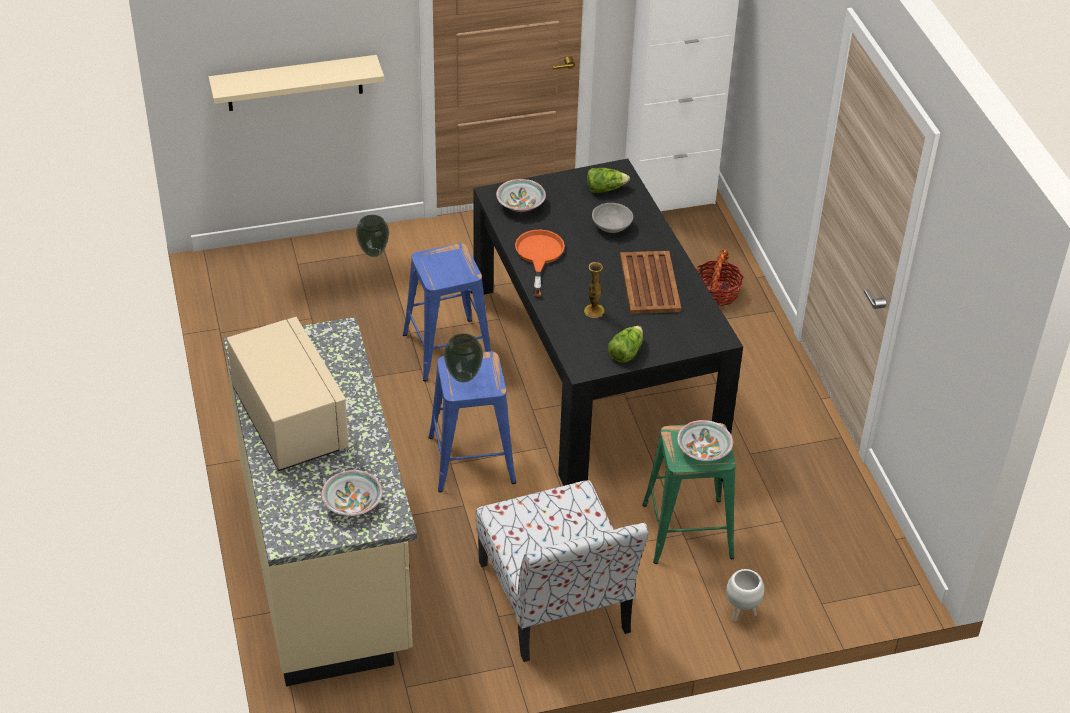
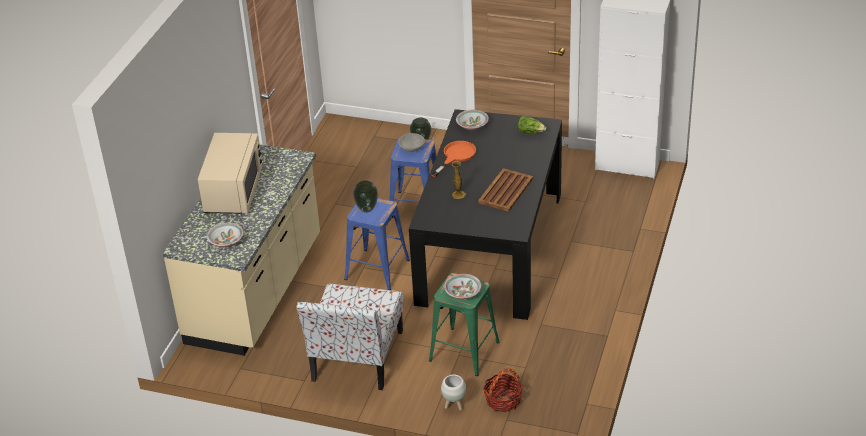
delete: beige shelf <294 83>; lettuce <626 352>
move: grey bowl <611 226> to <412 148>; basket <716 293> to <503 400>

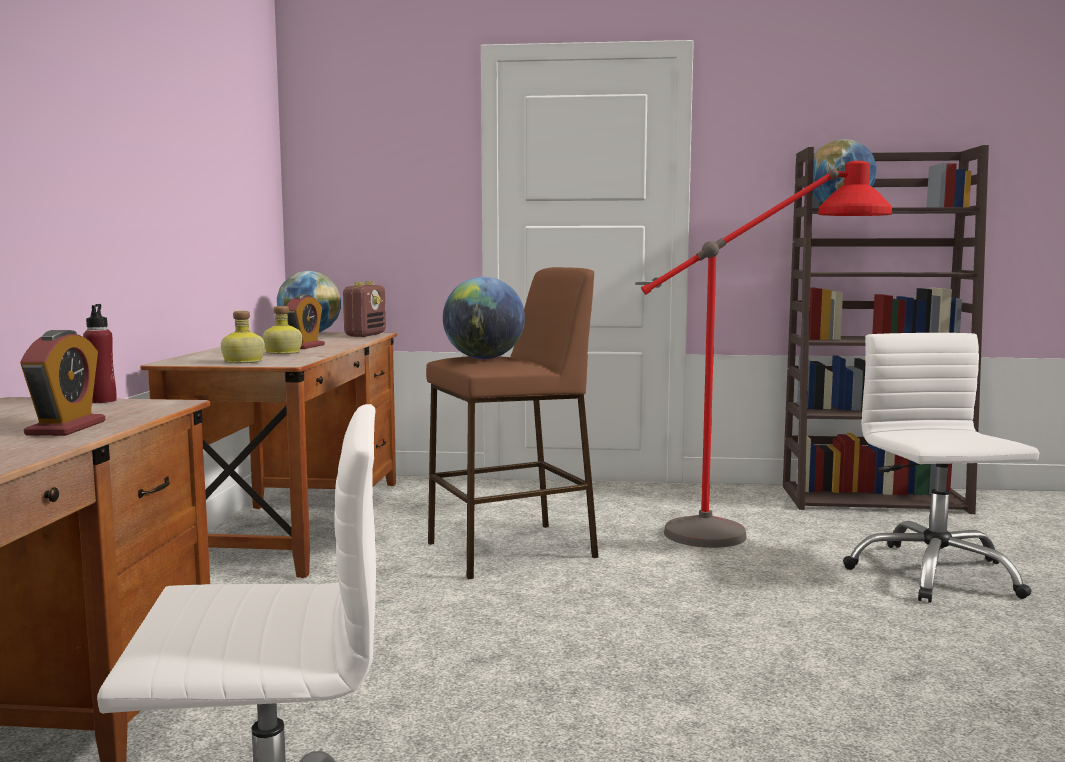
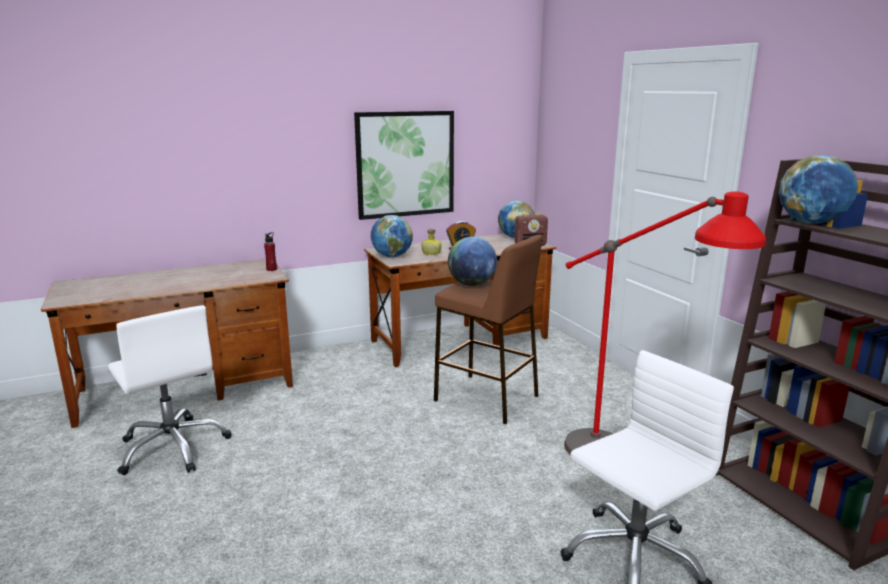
delete: alarm clock <66 428>
insert: picture <405 164>
replace: bottle <243 362> to globe <392 256>

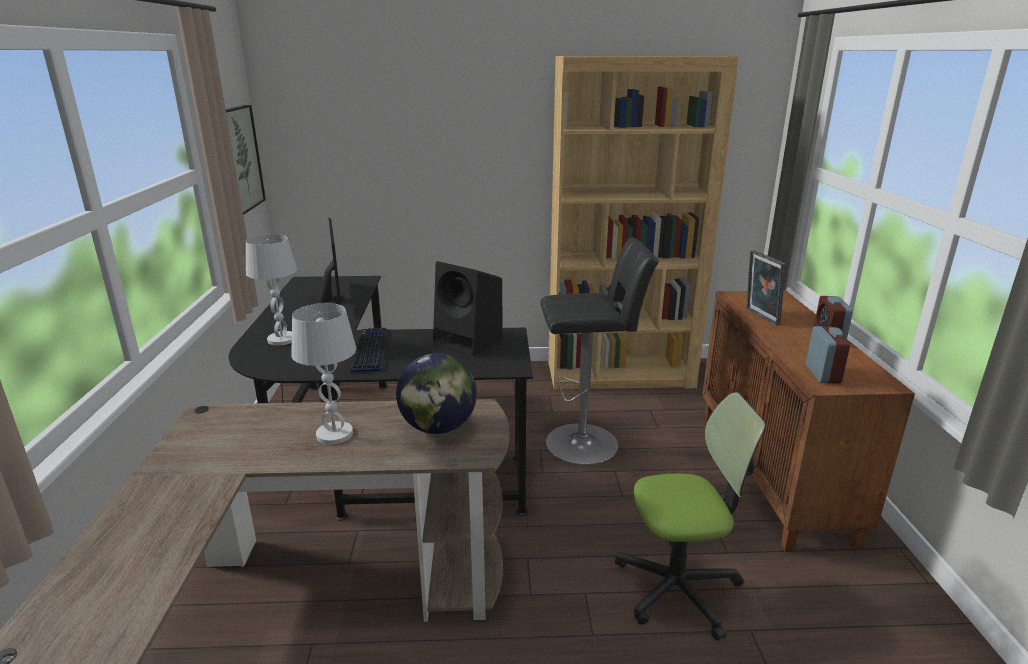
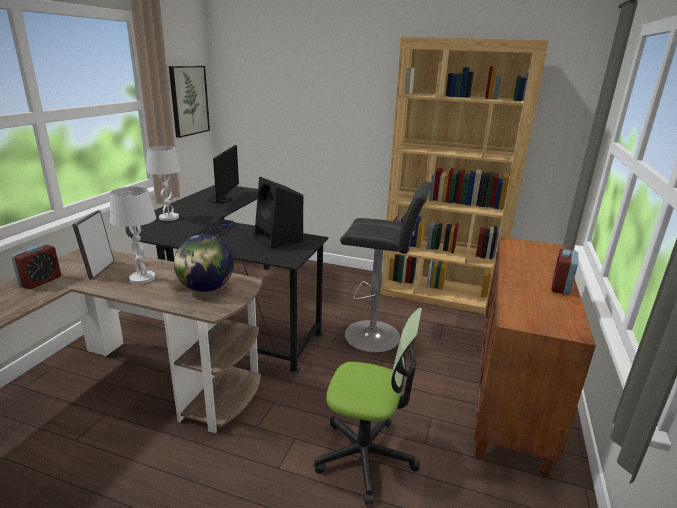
move: picture frame <760 317> to <99 270>; alarm clock <822 374> to <40 281>

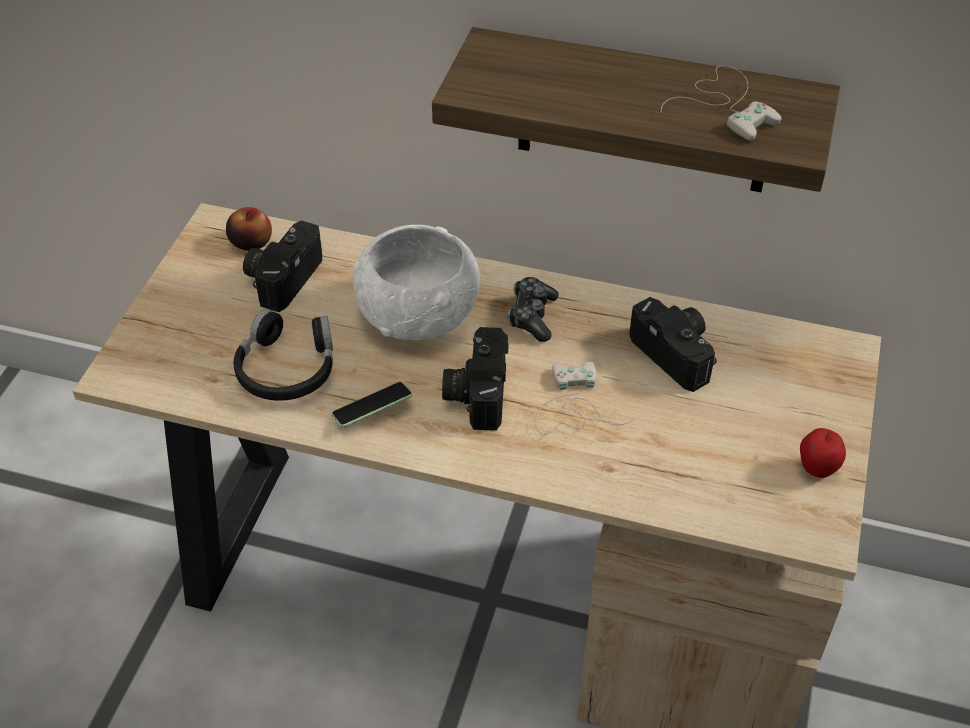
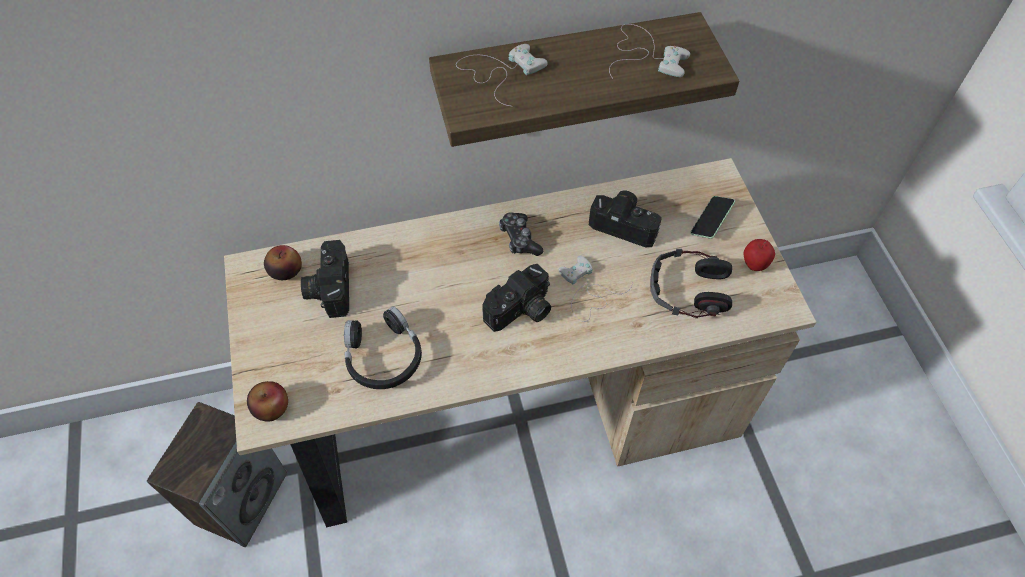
delete: white bowl <418 313>
insert: white game controller <499 72>; headphones <688 290>; apple <271 407>; speaker <241 498>
move: phone <372 412> to <711 221>
rotate: photo camera <475 391> = <521 311> 105 degrees counterclockwise

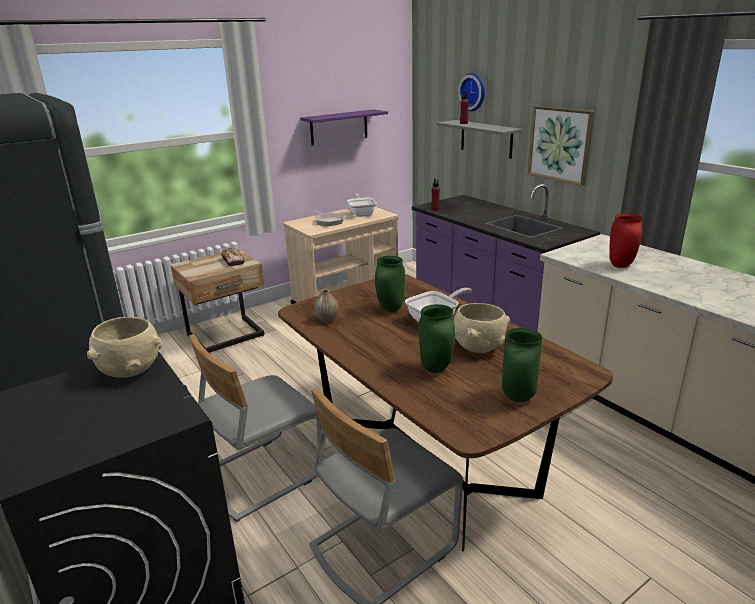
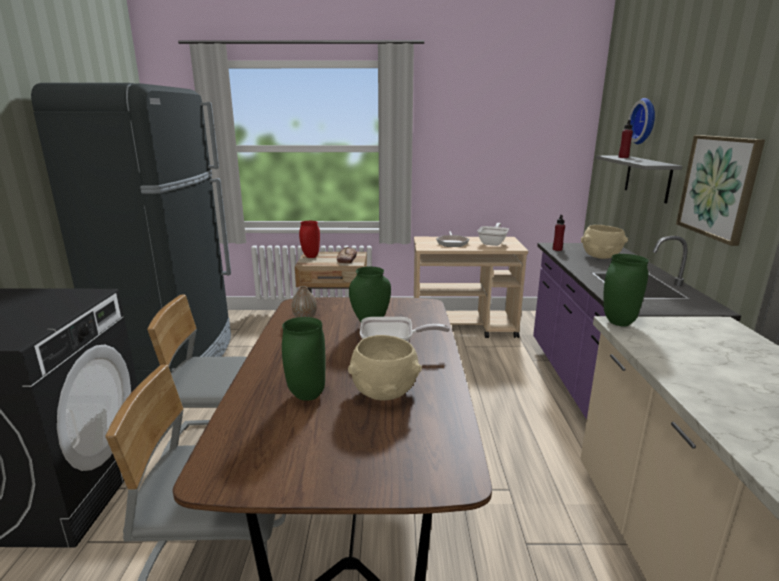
delete: purple shelf <339 127>
move: red vase <621 265> to <311 257>; beige bowl <130 371> to <600 257>; green vase <519 398> to <619 323>

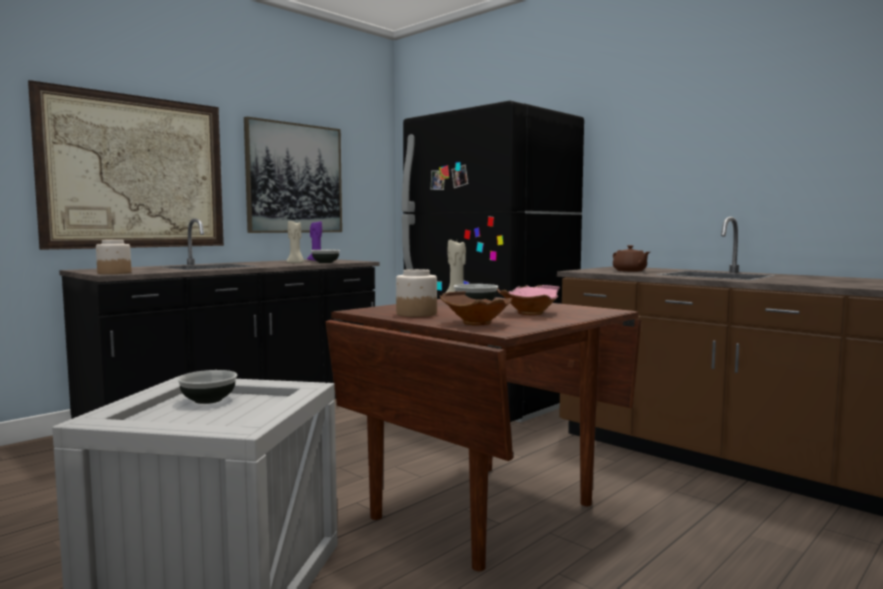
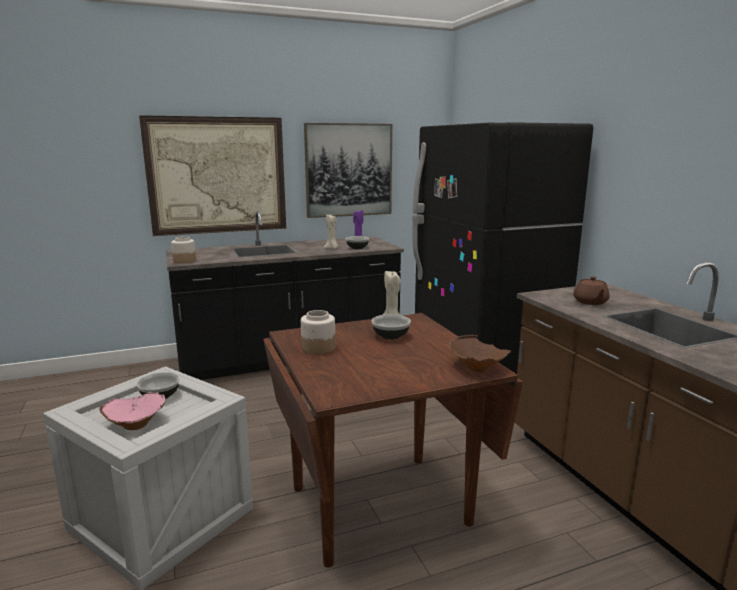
move: pink bowl <528 313> to <136 424>; brown bowl <475 324> to <476 368>

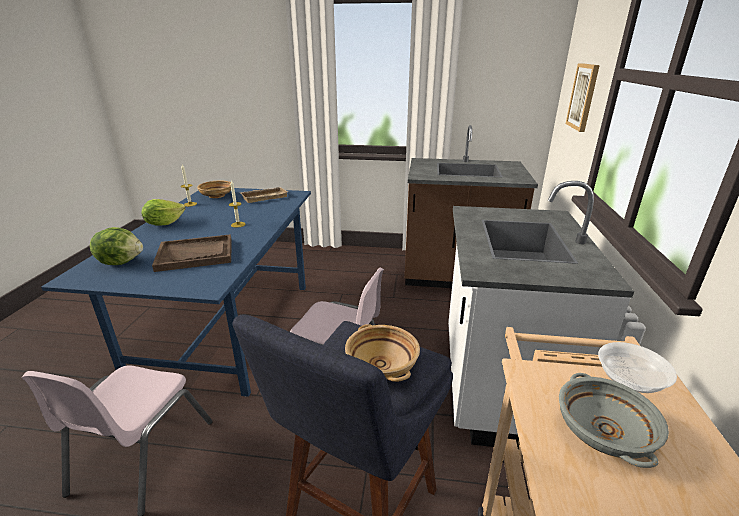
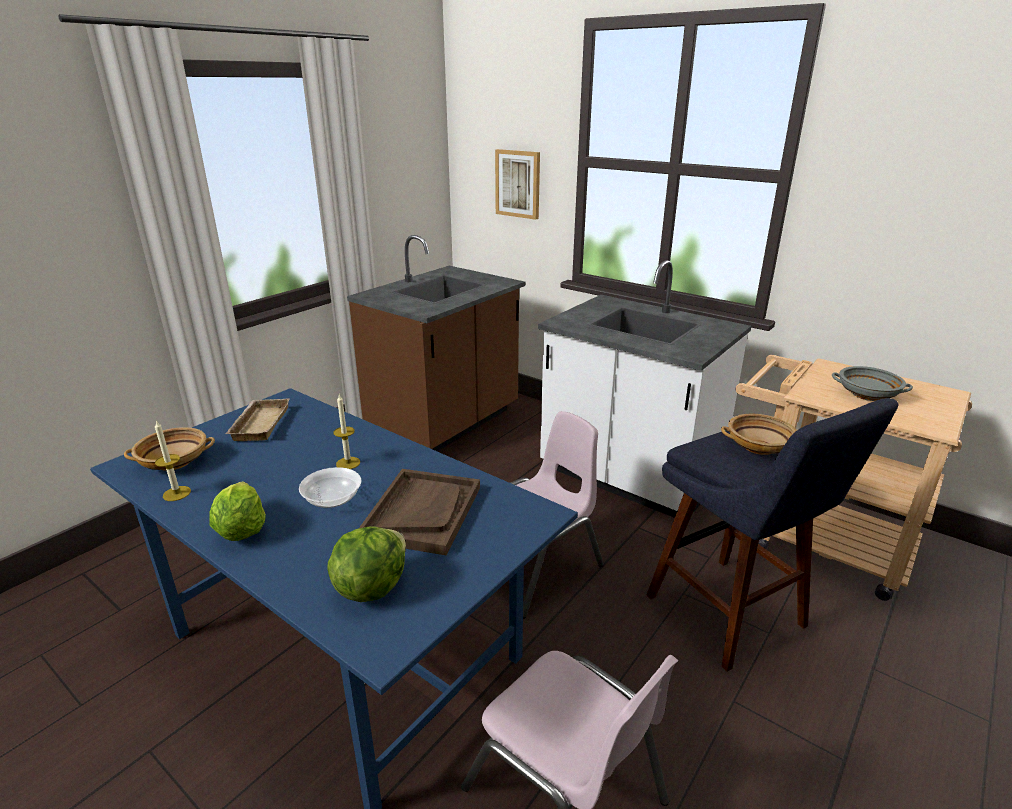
move: bowl <630 379> to <332 499>

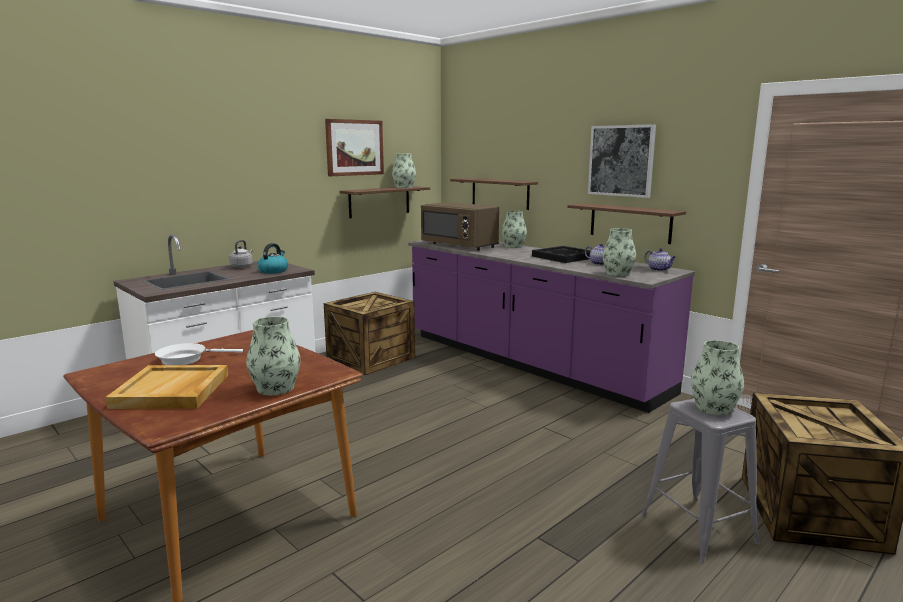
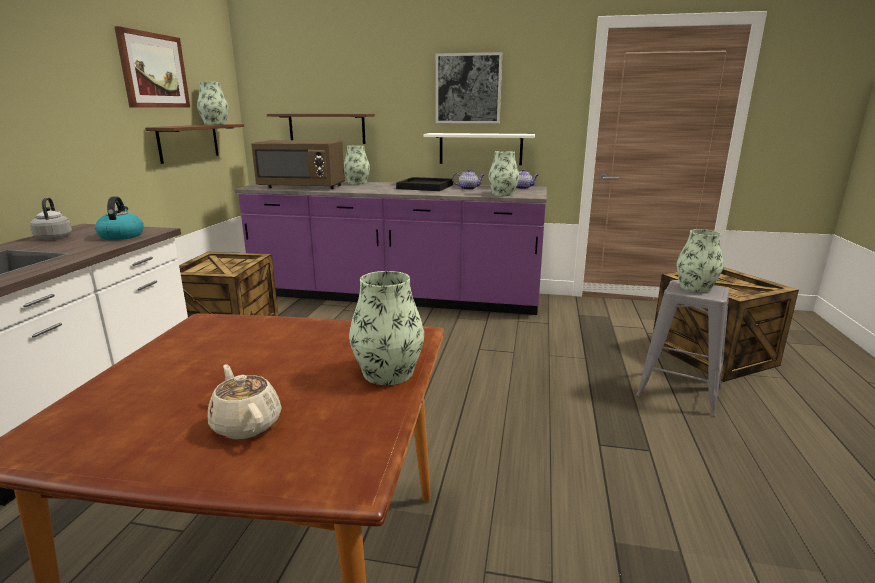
delete: white frying pan <186 359>
replace: beige tray <172 391> to beige teapot <246 424>
recolor: brown shelf <630 223> to white shelf <480 149>

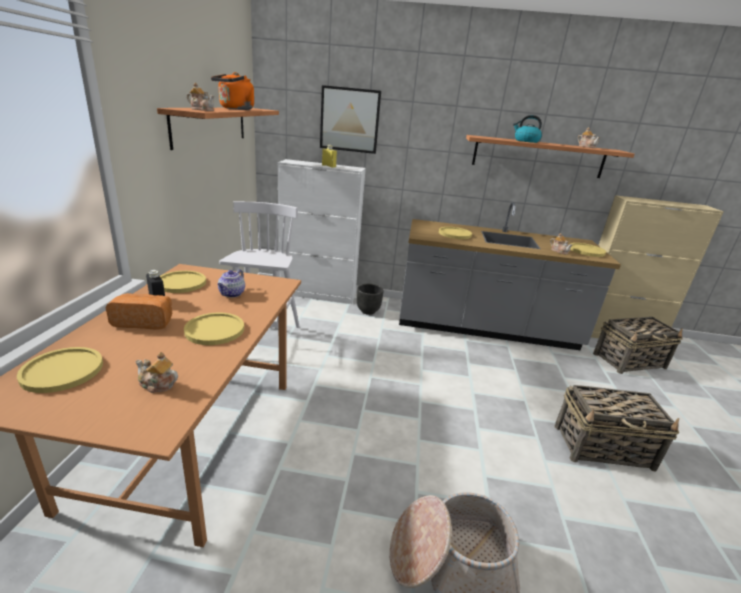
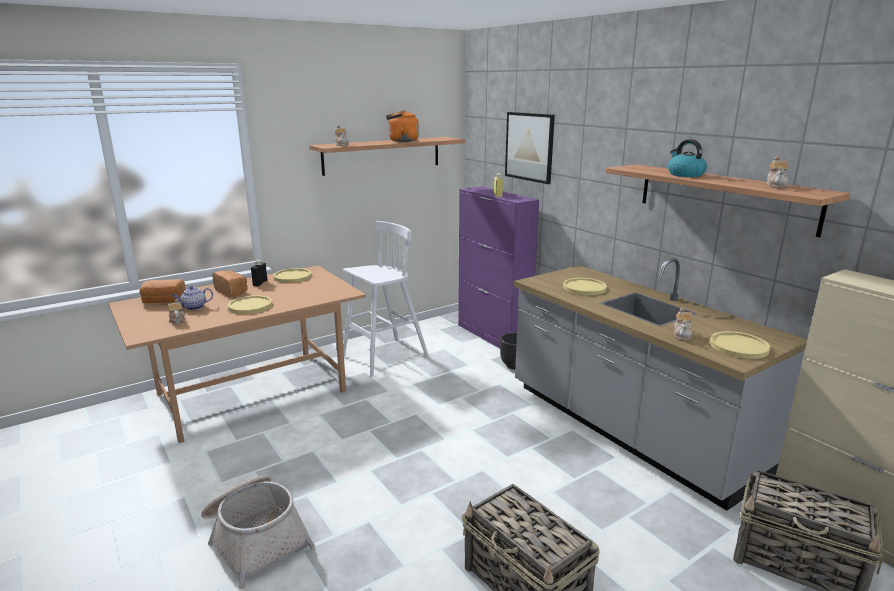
move: teapot <232 294> to <194 307>
replace: yellow plate <62 370> to bread <163 301>
recolor: white cabinet <318 294> to purple cabinet <493 336>

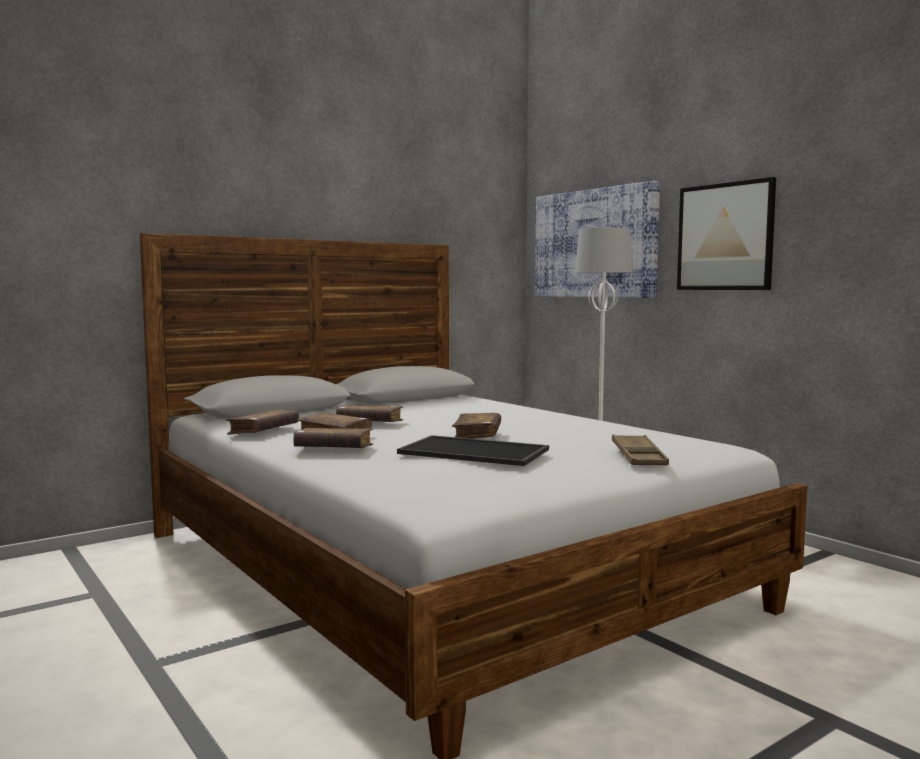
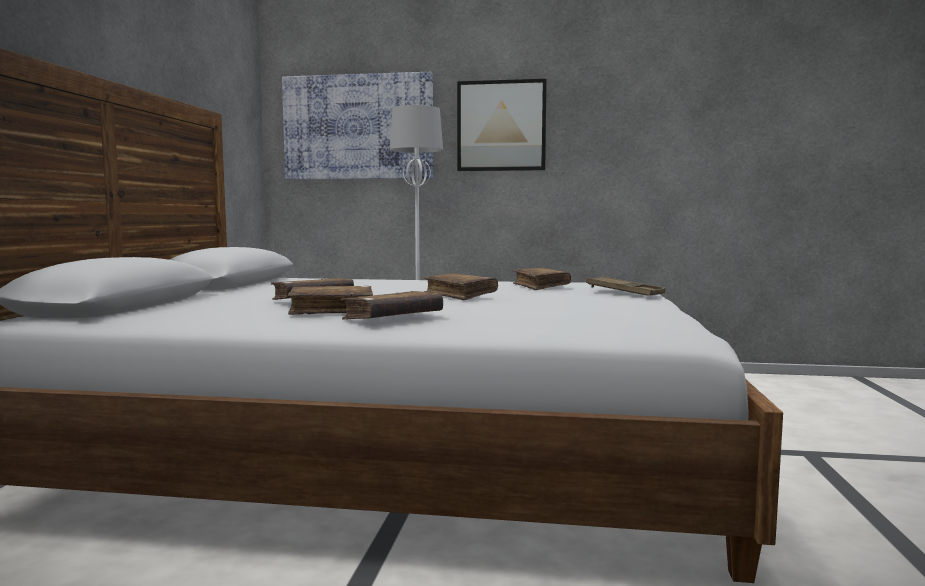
delete: tray <476 451>
move: brown book <263 431> to <540 286>

